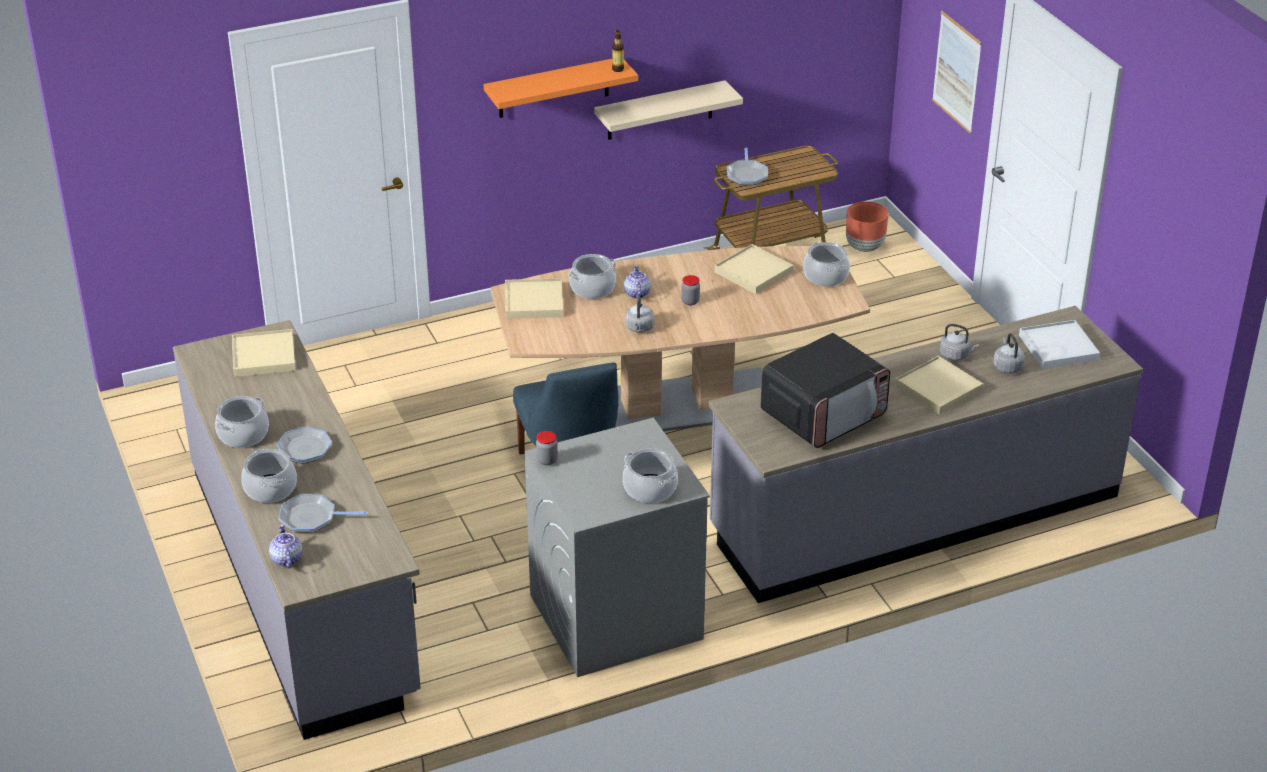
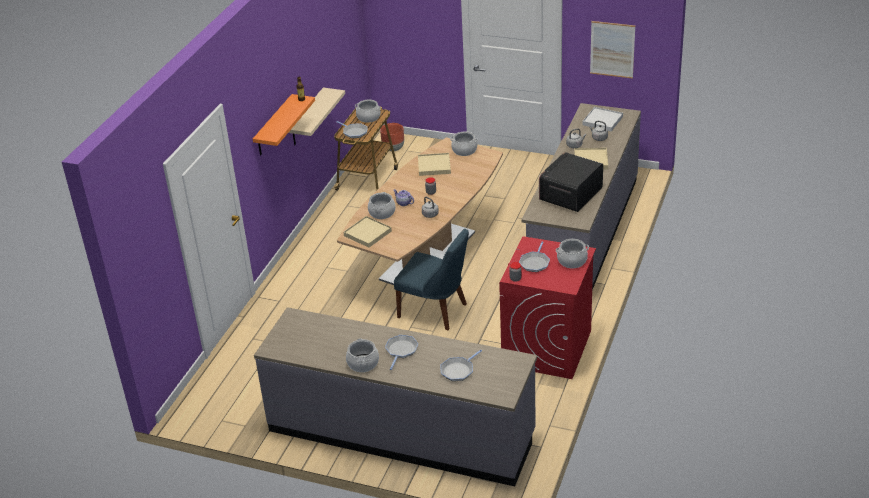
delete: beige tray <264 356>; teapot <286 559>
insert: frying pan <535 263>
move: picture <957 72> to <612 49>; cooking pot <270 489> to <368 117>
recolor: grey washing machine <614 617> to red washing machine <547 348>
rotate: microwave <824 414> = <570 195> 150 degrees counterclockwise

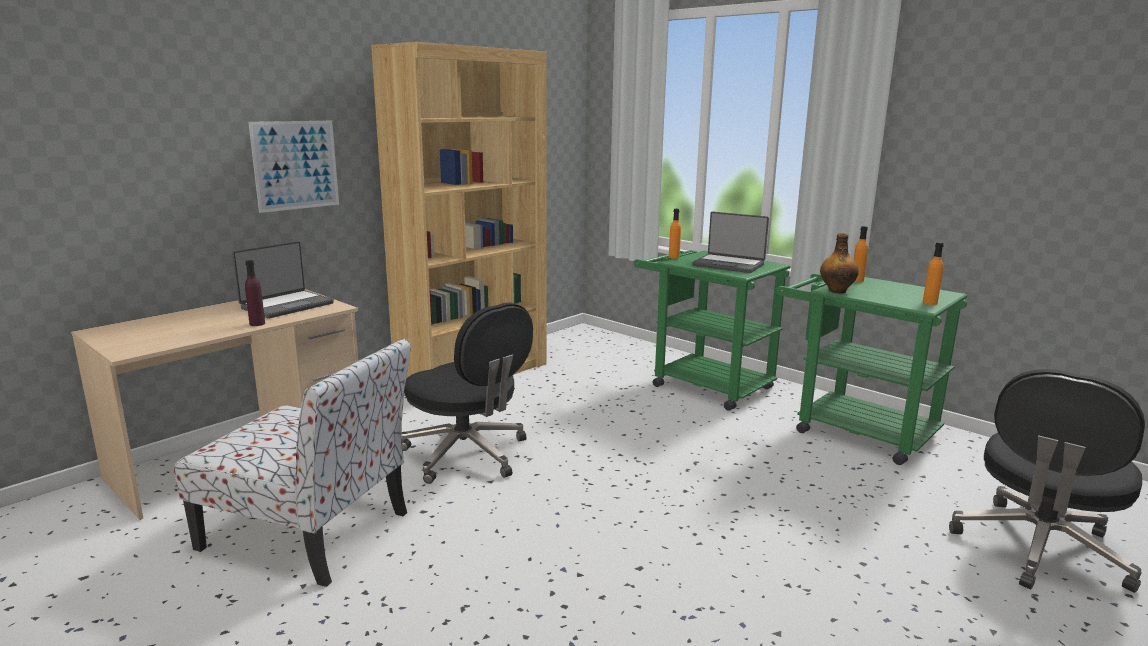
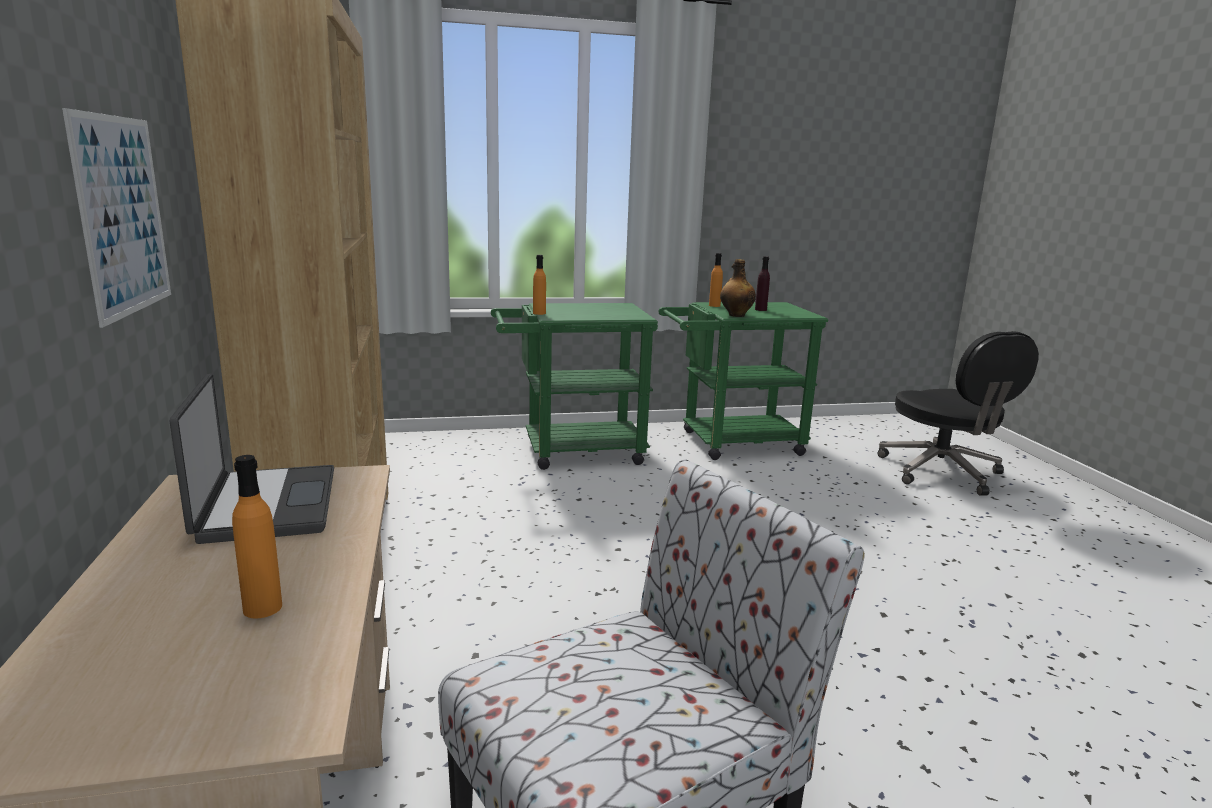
delete: laptop <729 265>; black office chair <467 454>
move: orange bottle <930 303> to <262 608>; purple bottle <257 324> to <760 310>

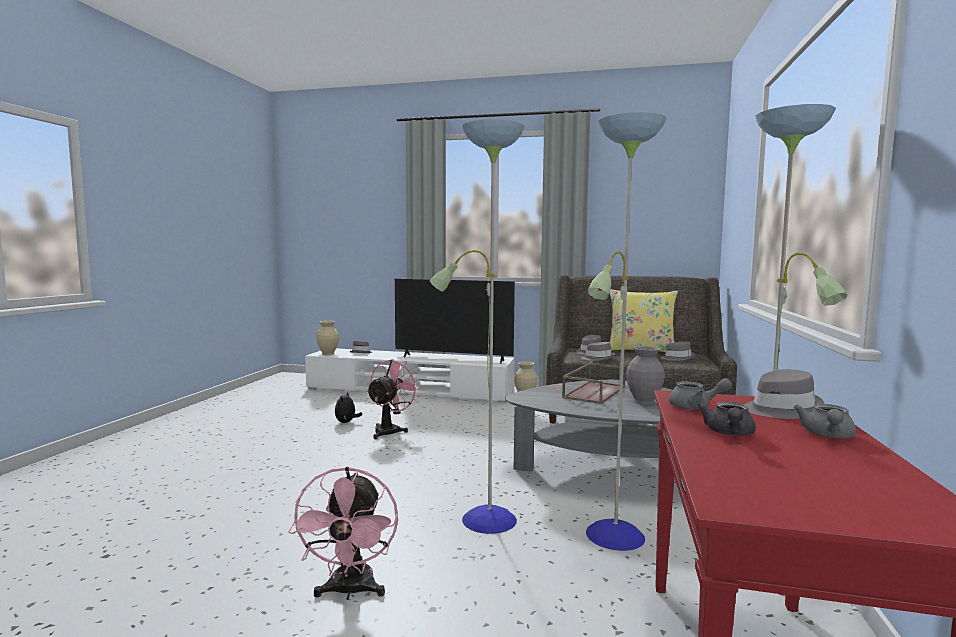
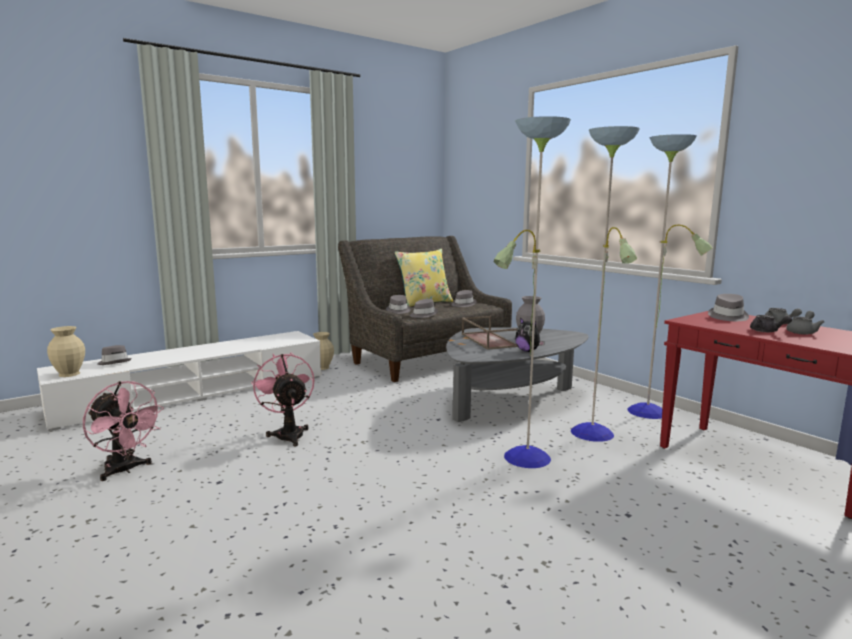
delete: television <453 358>
move: grey teapot <695 407> to <802 332>; plush toy <346 422> to <528 351>; pink fan <350 591> to <125 470>

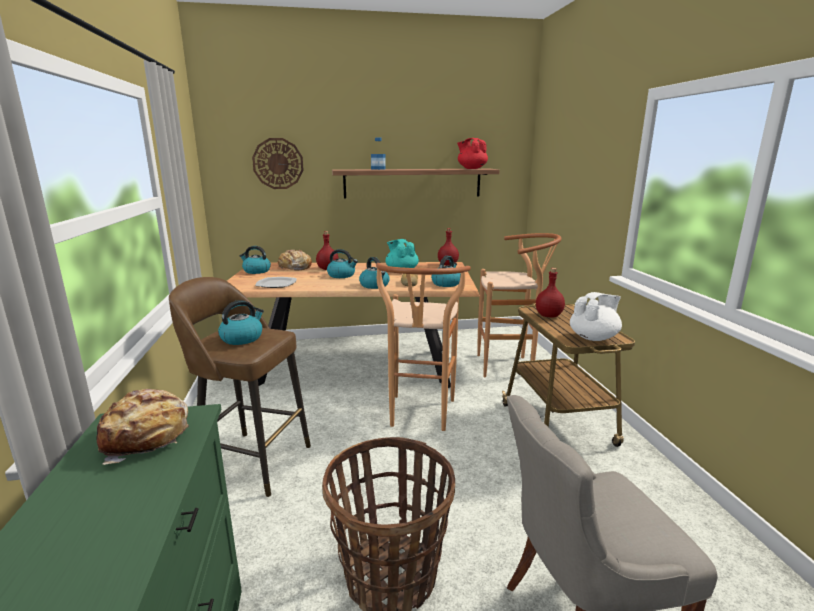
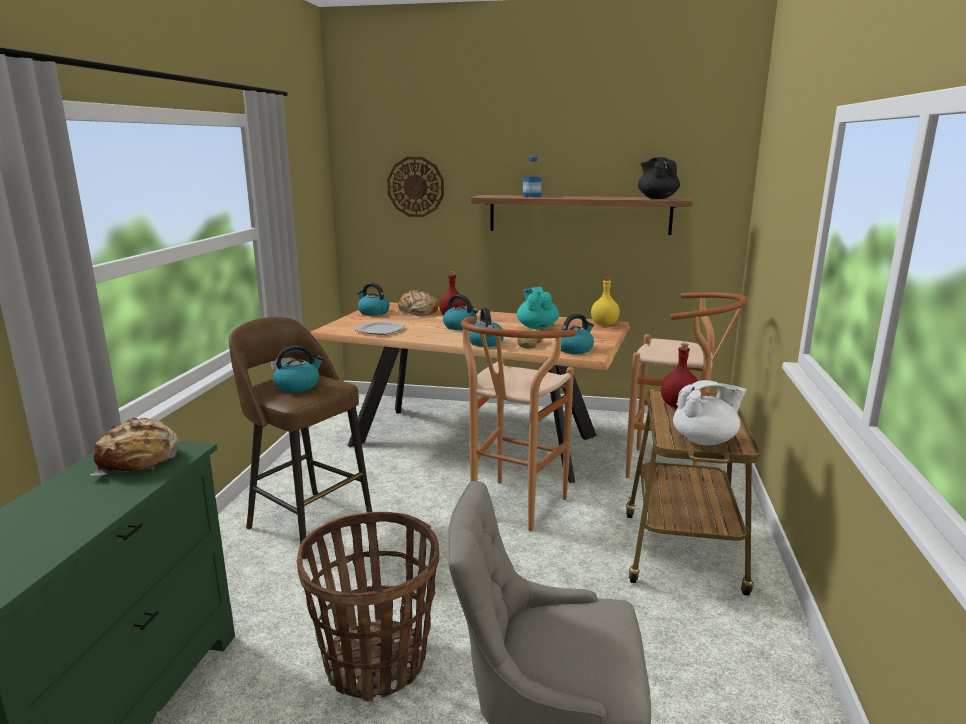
recolor: red teapot <471 168> to black teapot <657 198>; red bottle <447 264> to yellow bottle <604 324>

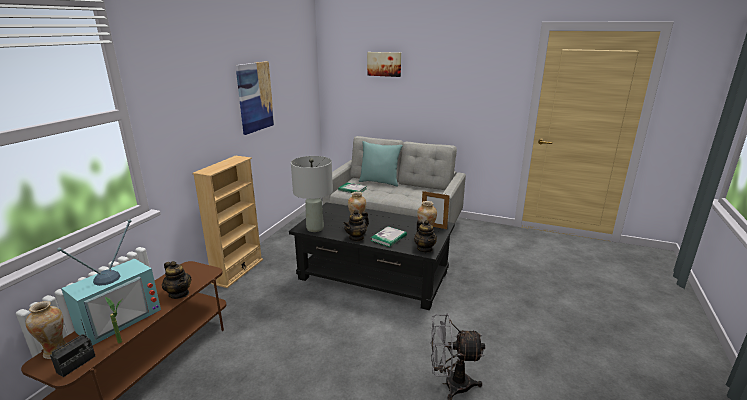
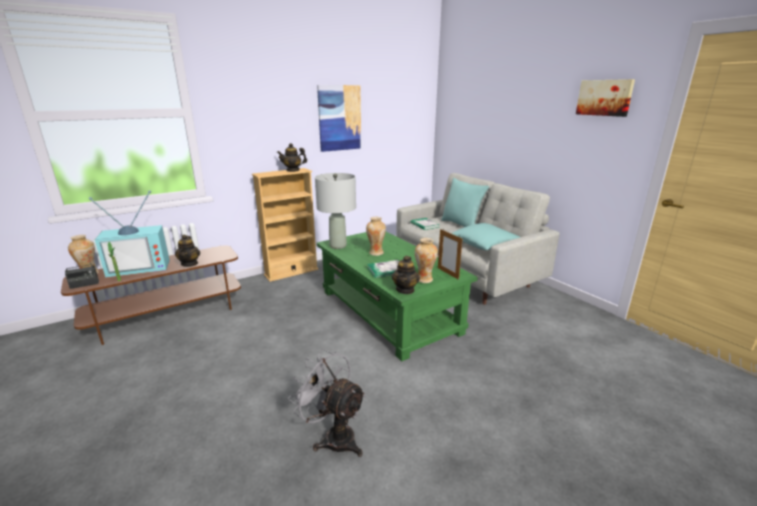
insert: turquoise pillow <484 245>
move: picture <384 64> to <604 97>; teapot <356 238> to <293 170>
recolor: black coffee table <374 276> to green coffee table <388 311>

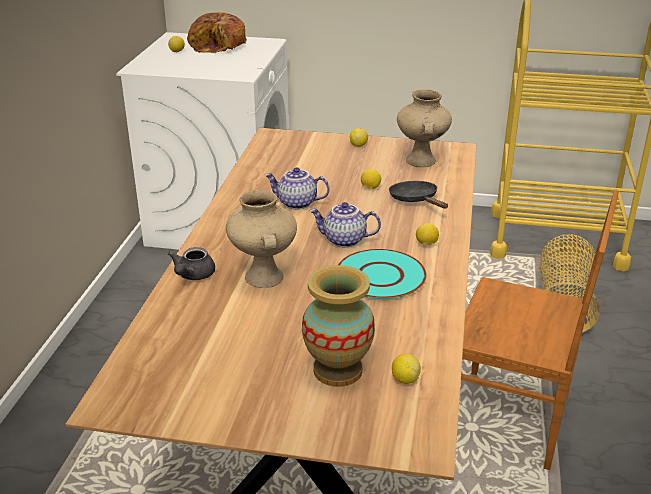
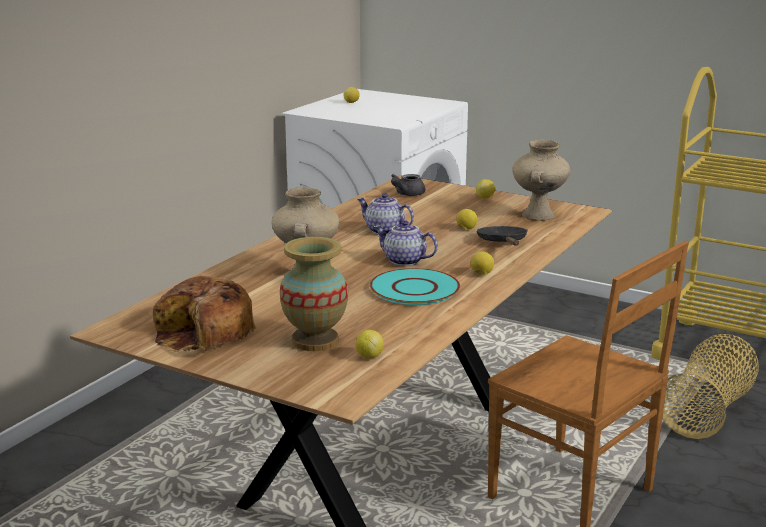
move: bread <219 45> to <204 334>; grey teapot <192 276> to <406 194>

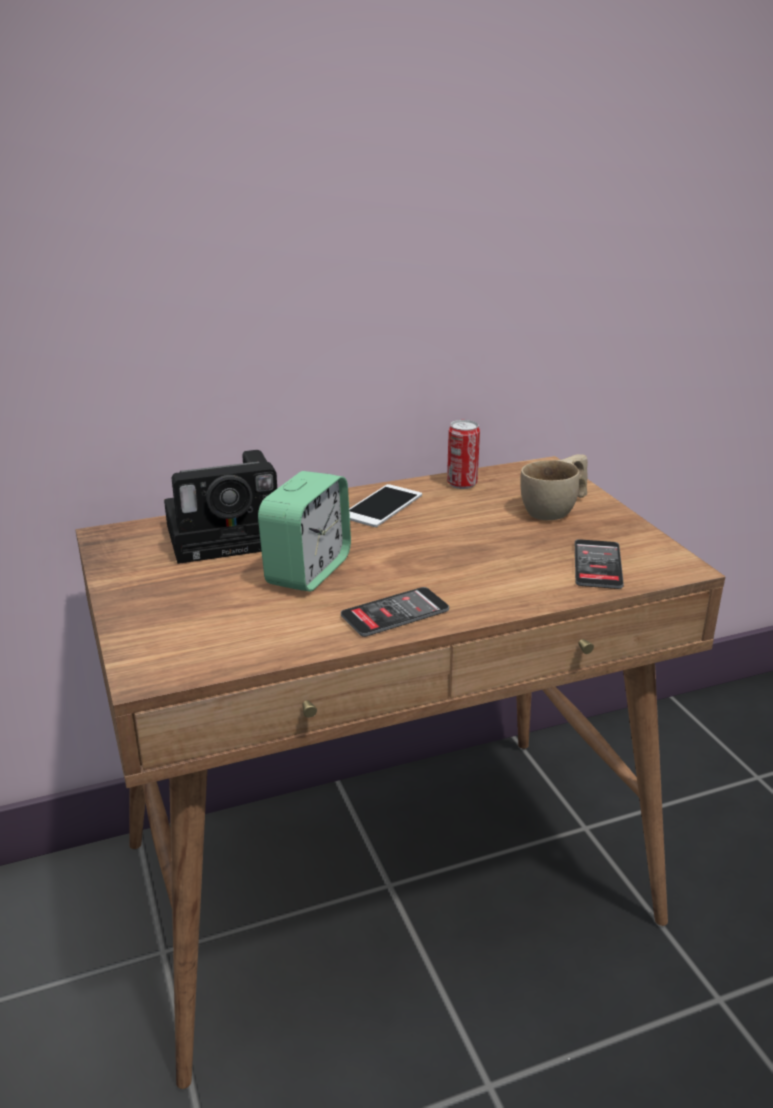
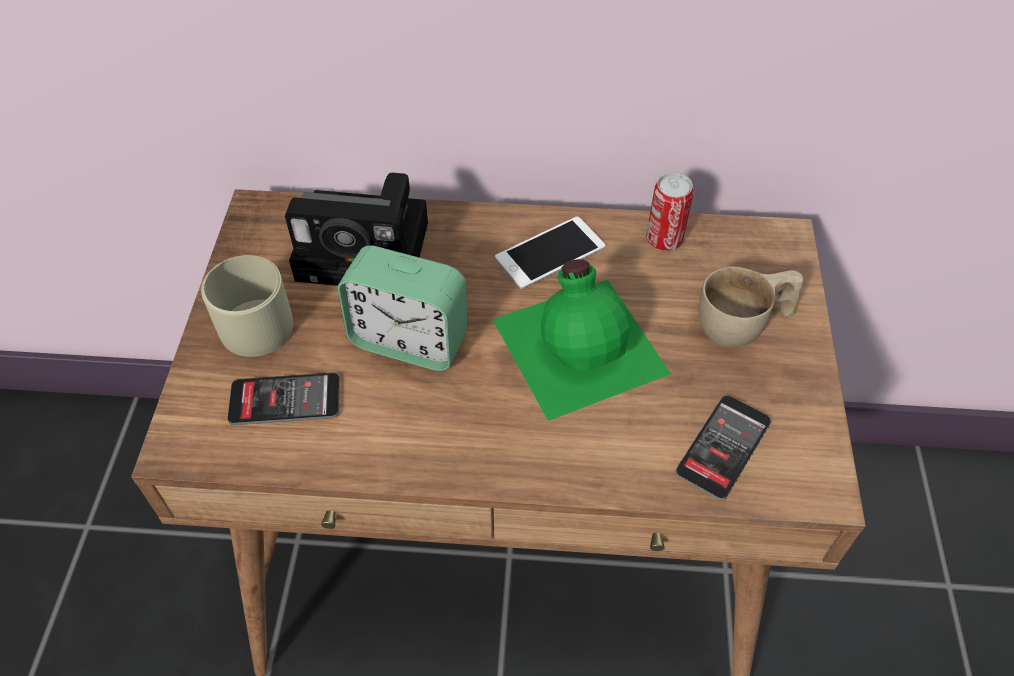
insert: beige mug <258 319>; green bottle <580 343>
move: phone <395 613> to <285 400>
rotate: alarm clock <308 571> = <409 340> 60 degrees clockwise

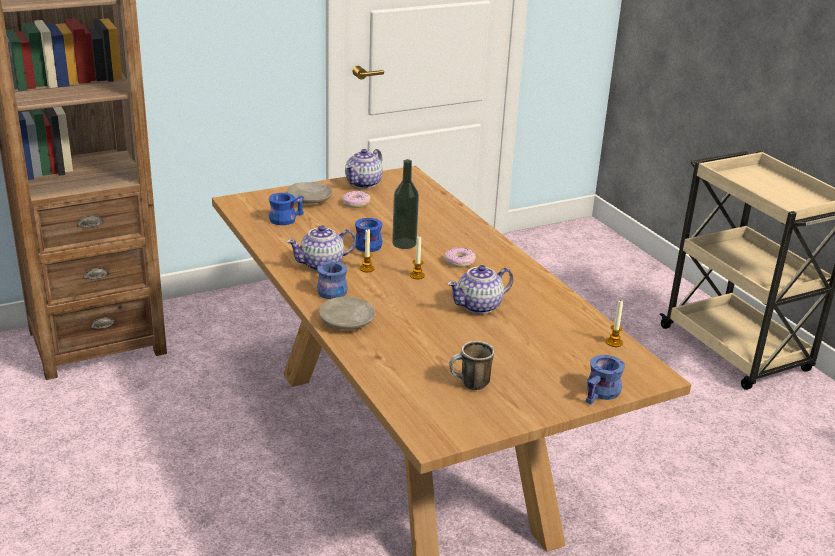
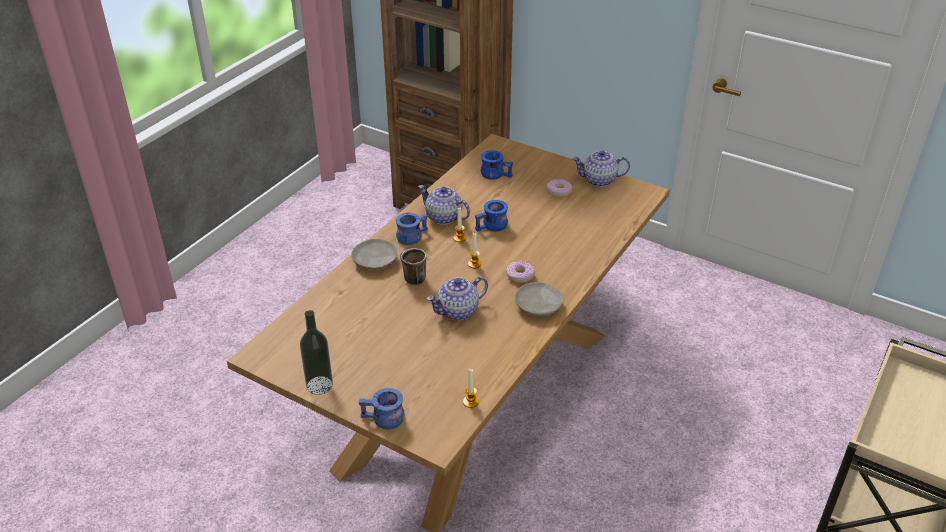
move: bottle <404 243> to <319 385>; beige plate <310 199> to <539 306>; mug <470 385> to <411 278>
rotate: teapot <479 306> = <458 311> 60 degrees counterclockwise

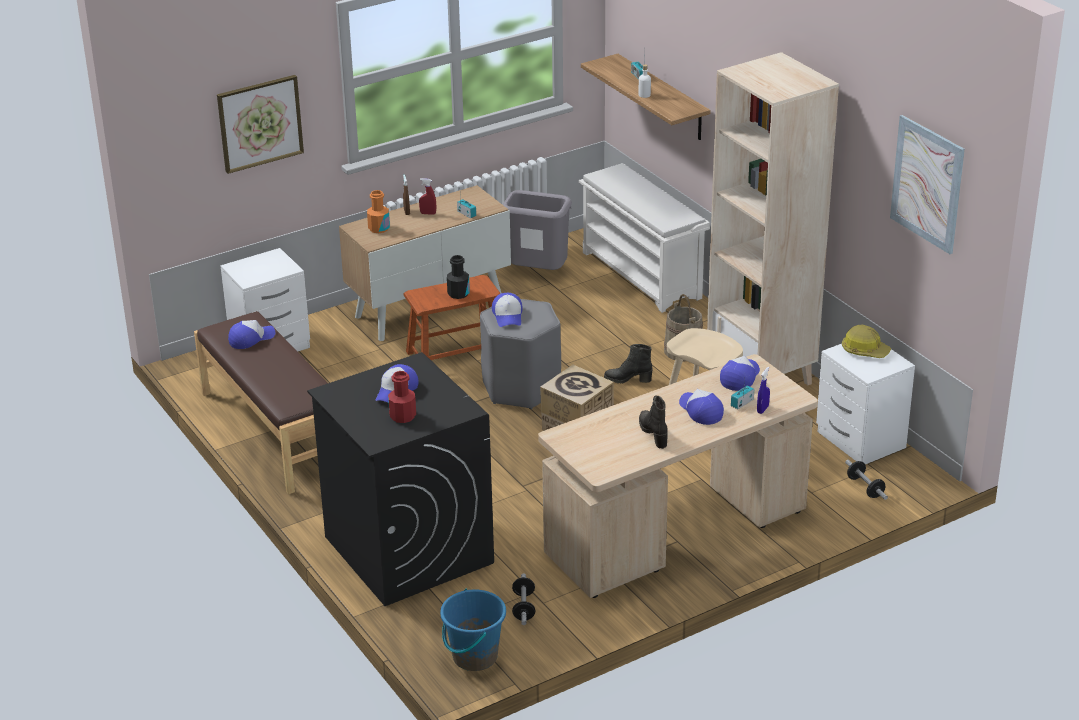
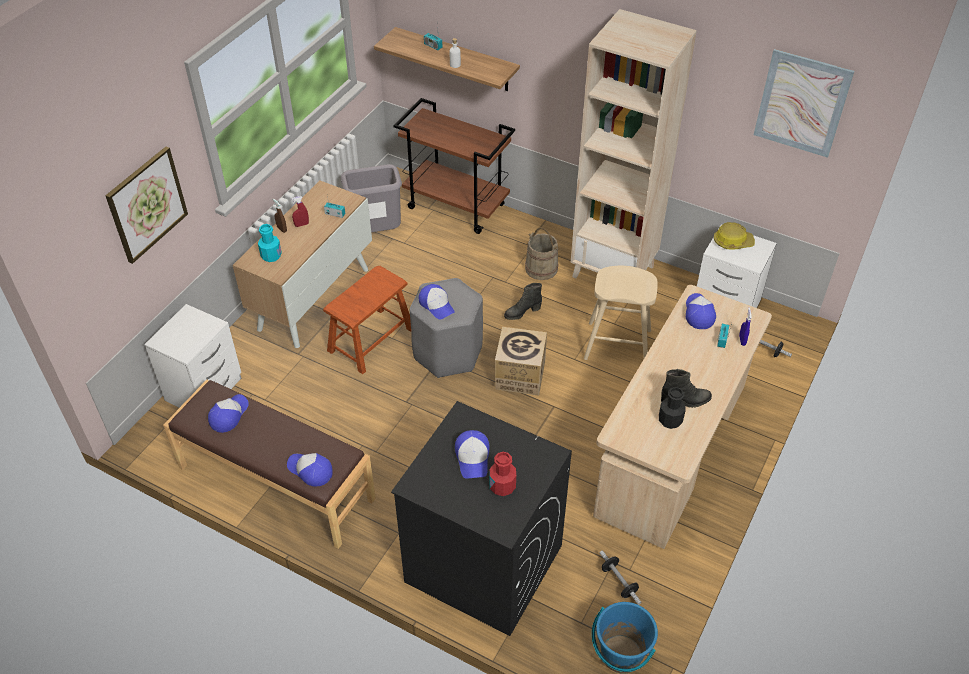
move: black bottle <458 294> to <670 420>; cap <700 411> to <310 470>
replace: white shoe rack <643 275> to brown cart <457 206>
recolor: orange bottle <379 228> to turquoise bottle <271 256>
rotate: black boot <654 433> = <685 400> 135 degrees clockwise

